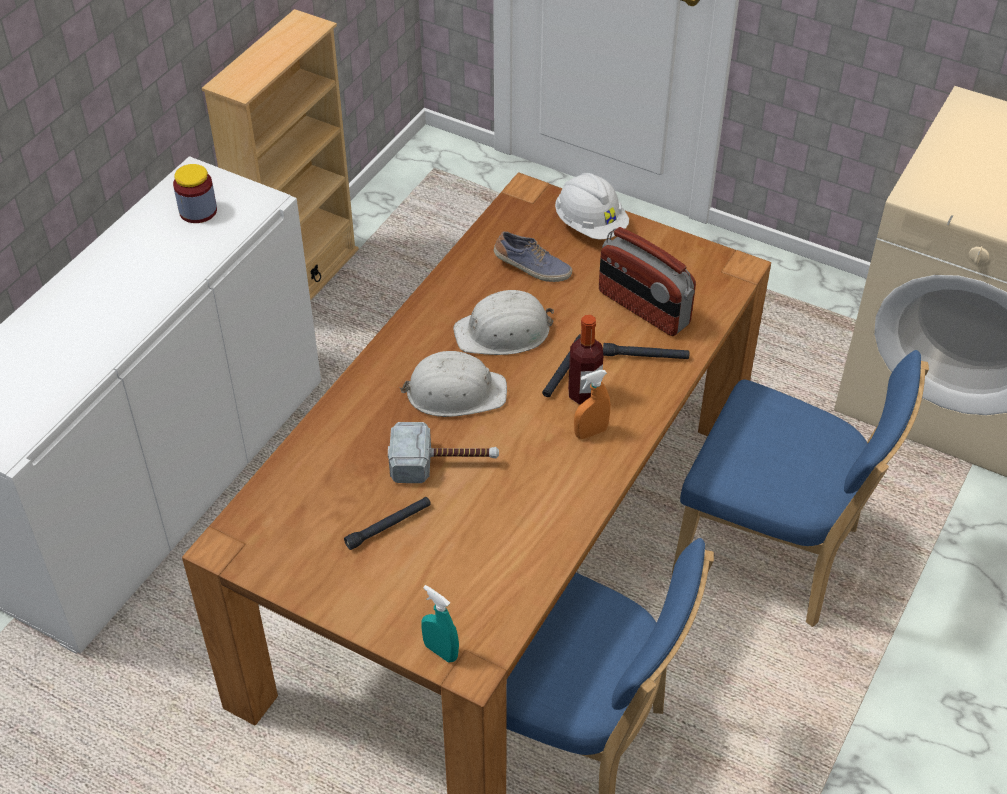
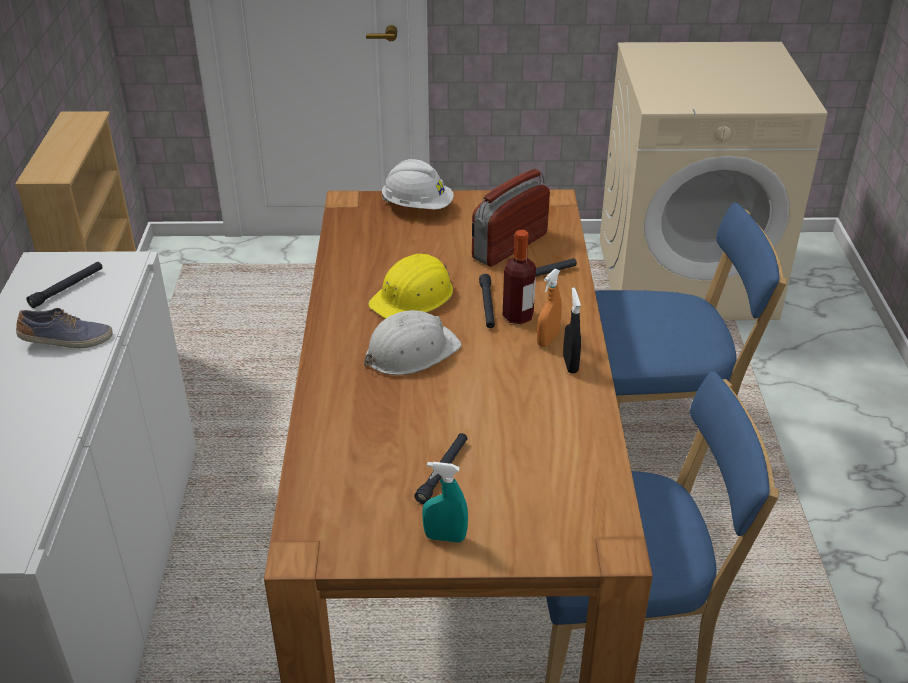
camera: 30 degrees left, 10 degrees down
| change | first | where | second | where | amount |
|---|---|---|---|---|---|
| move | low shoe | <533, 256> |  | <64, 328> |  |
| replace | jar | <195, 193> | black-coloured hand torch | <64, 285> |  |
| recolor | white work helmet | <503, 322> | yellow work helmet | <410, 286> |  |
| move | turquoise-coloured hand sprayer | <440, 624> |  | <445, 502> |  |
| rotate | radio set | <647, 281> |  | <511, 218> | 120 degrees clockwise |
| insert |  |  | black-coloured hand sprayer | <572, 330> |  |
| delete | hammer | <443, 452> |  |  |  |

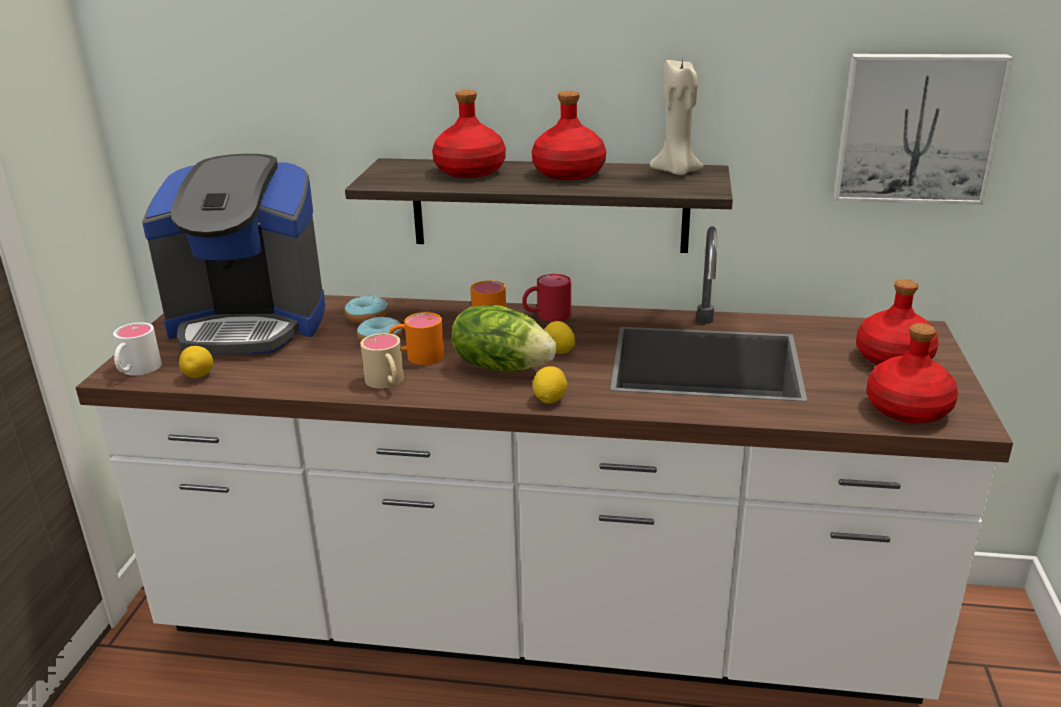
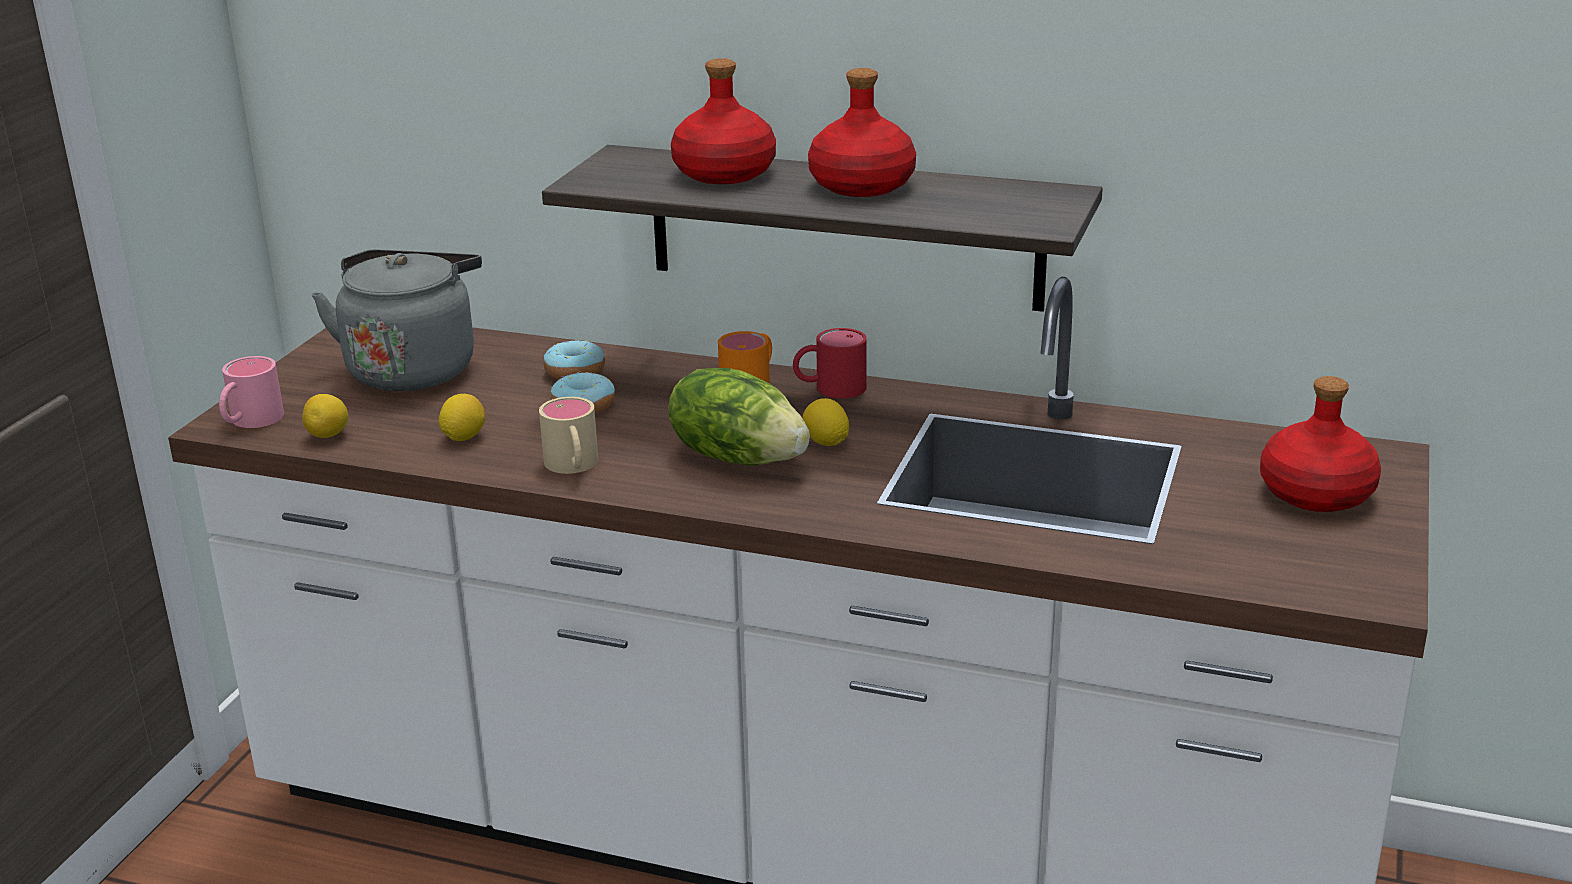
camera: 10 degrees right, 0 degrees up
| change | first | where | second | where | amount |
|---|---|---|---|---|---|
| recolor | white mug | <137, 348> | pinkish mug | <251, 392> |  |
| replace | coffee brewer | <233, 254> | greyish water kettle | <397, 320> |  |
| move | whole lemon | <550, 384> |  | <462, 417> |  |
| delete | orange mug | <416, 338> |  |  |  |
| delete | beige-coloured wax candle | <676, 116> |  |  |  |
| delete | wall picture | <923, 129> |  |  |  |
| delete | red-coloured bottle | <912, 373> |  |  |  |

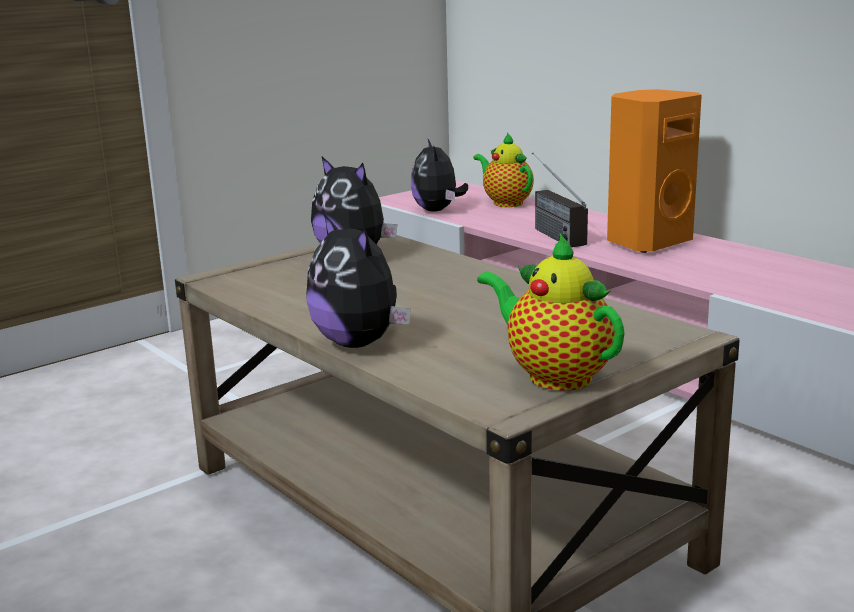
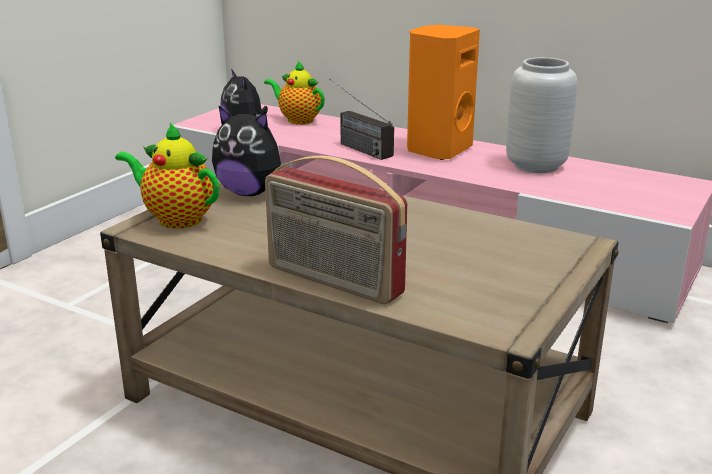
camera: 20 degrees left, 5 degrees up
| change | first | where | second | where | amount |
|---|---|---|---|---|---|
| move | pot for tea | <551, 312> |  | <167, 175> |  |
| replace | plush toy | <358, 281> | radio set | <336, 230> |  |
| insert |  |  | greyish flower vase | <541, 115> |  |

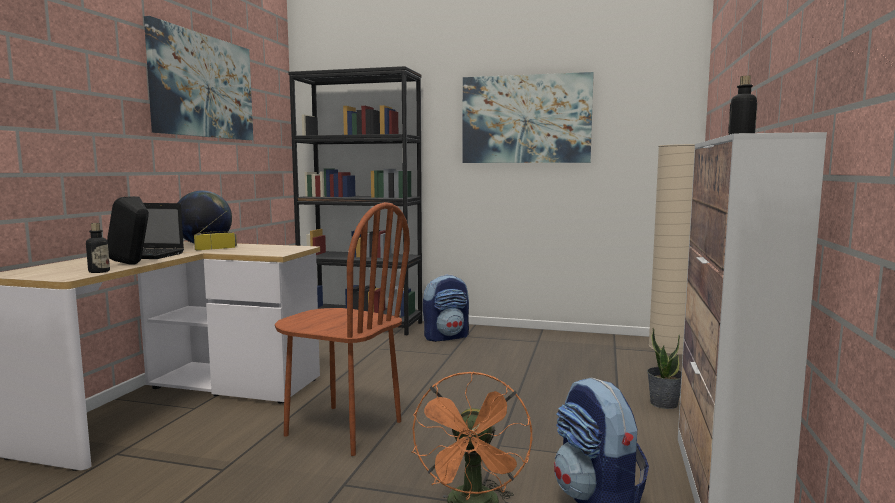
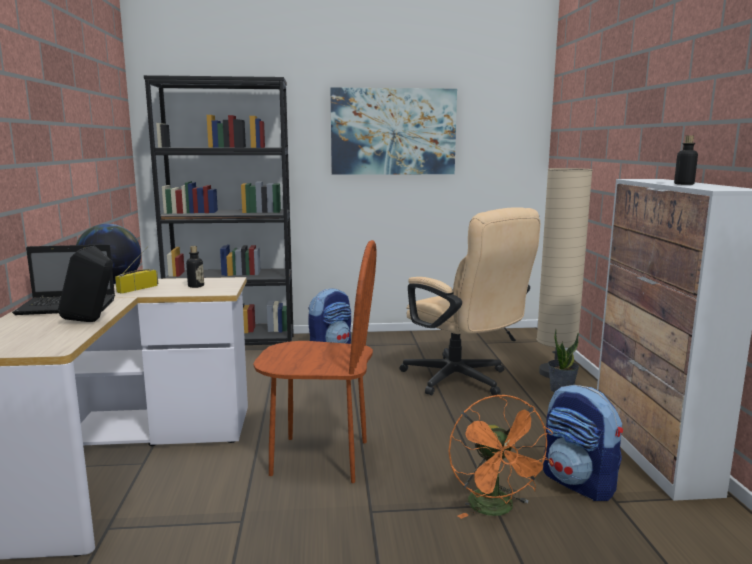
camera: 20 degrees left, 5 degrees up
| change | first | where | second | where | amount |
|---|---|---|---|---|---|
| move | bottle | <98, 248> |  | <195, 267> |  |
| insert |  |  | beige-coloured desk chair | <470, 301> |  |
| delete | wall picture | <198, 78> |  |  |  |

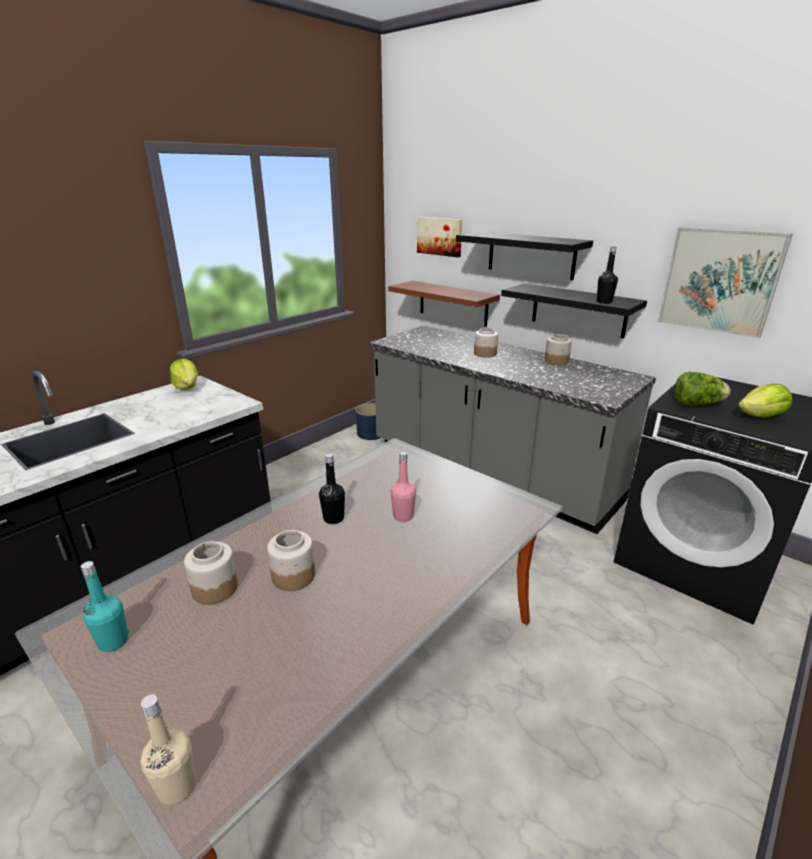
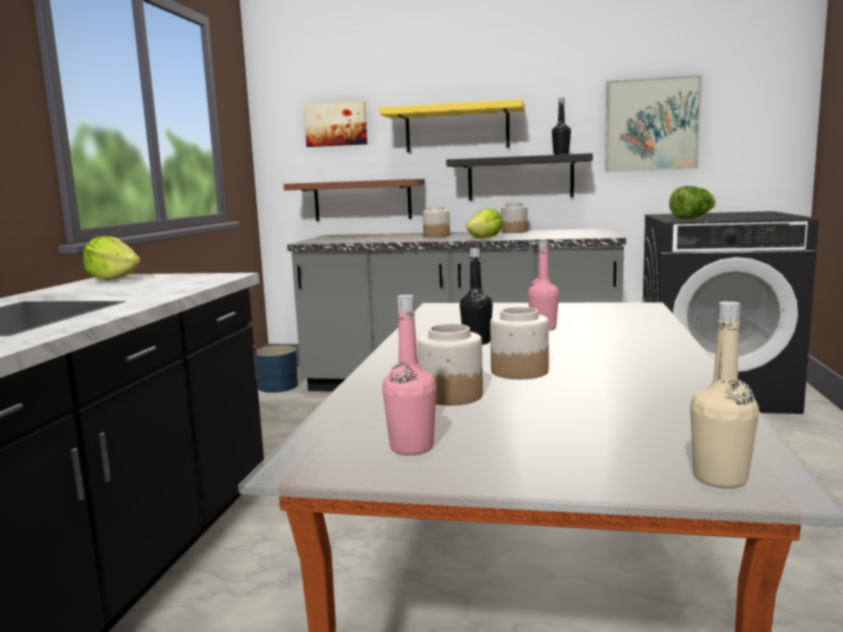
camera: 30 degrees left, 15 degrees down
| change | first | where | second | where | amount |
|---|---|---|---|---|---|
| recolor | black-coloured bracket shelf | <524, 256> | yellow bracket shelf | <452, 125> |  |
| recolor | turquoise-coloured bottle | <105, 606> | pinkish bottle | <409, 375> |  |
| move | lettuce | <765, 401> |  | <484, 223> |  |

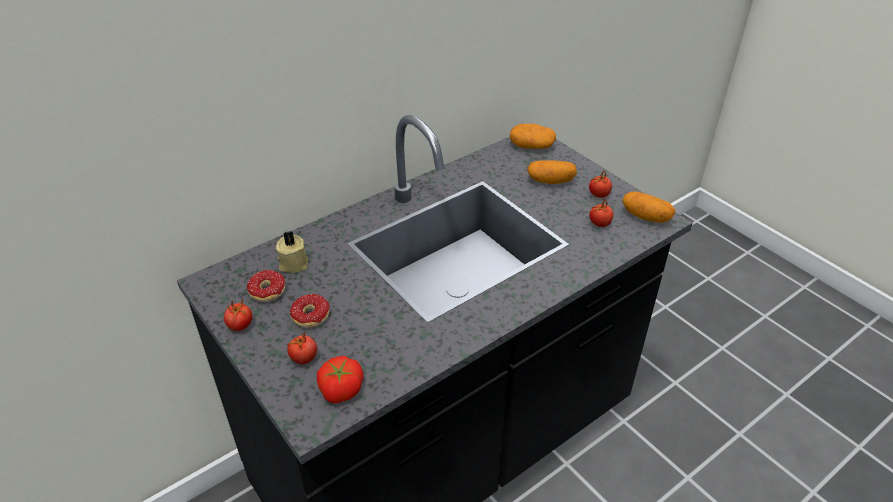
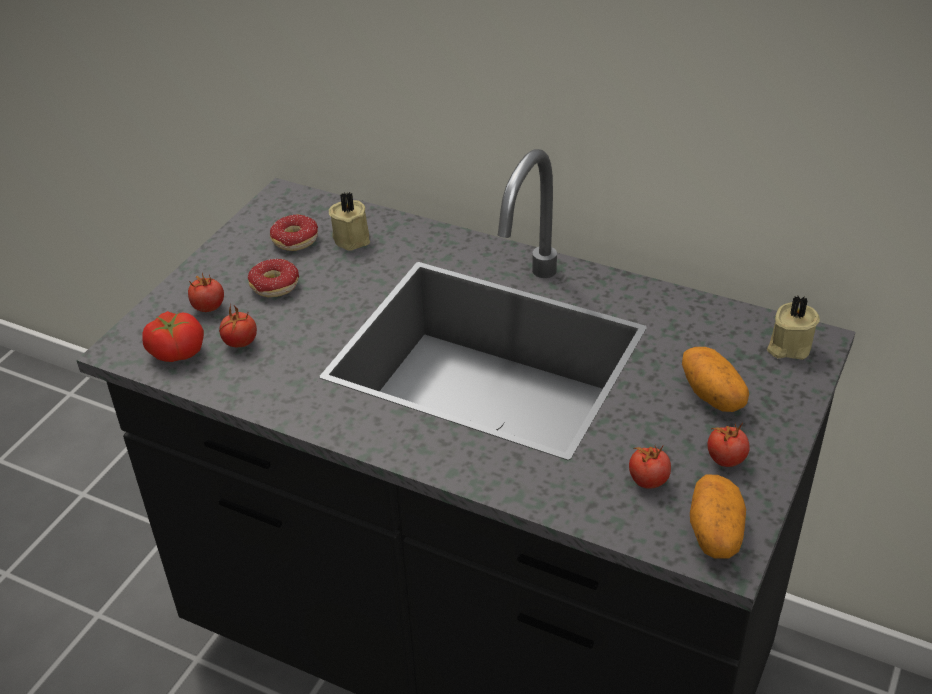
camera: 65 degrees right, 0 degrees up
| change | first | where | second | where | amount |
|---|---|---|---|---|---|
| move | whole tomato | <238, 314> |  | <238, 325> |  |
| replace | whole potato | <533, 136> | beige-coloured wax candle | <793, 328> |  |

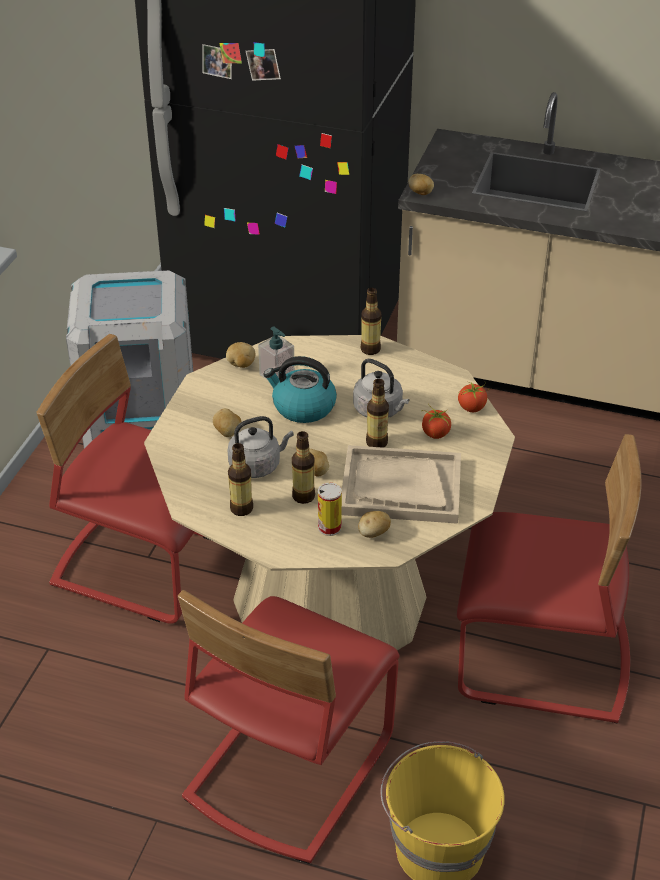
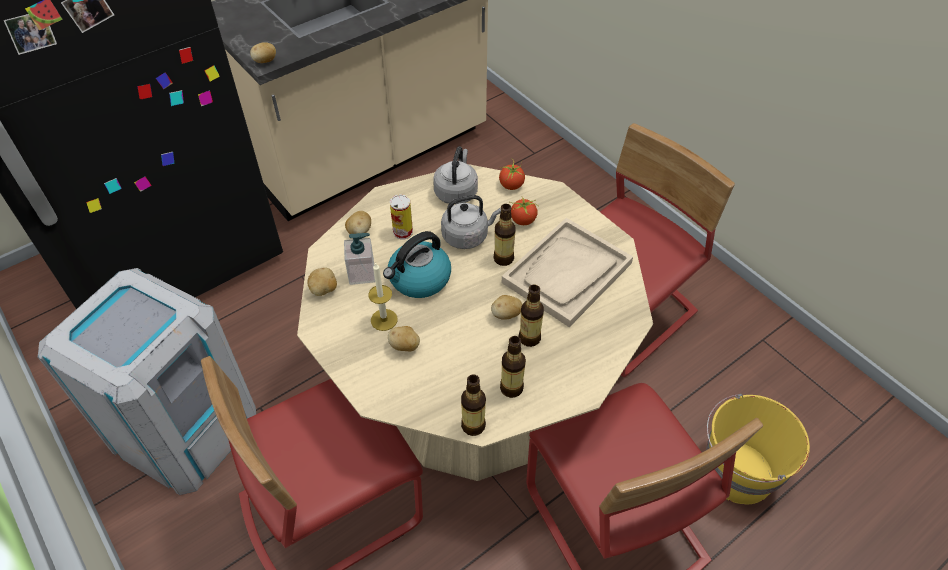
camera: 55 degrees left, 10 degrees up
| change | first | where | second | where | amount |
|---|---|---|---|---|---|
| move | whole potato | <374, 524> |  | <358, 222> |  |
| insert |  |  | wax candle | <383, 296> |  |
| move | can | <330, 509> |  | <401, 217> |  |
| move | greyish water kettle | <260, 447> |  | <455, 175> |  |
| move | bottle | <370, 321> |  | <473, 405> |  |

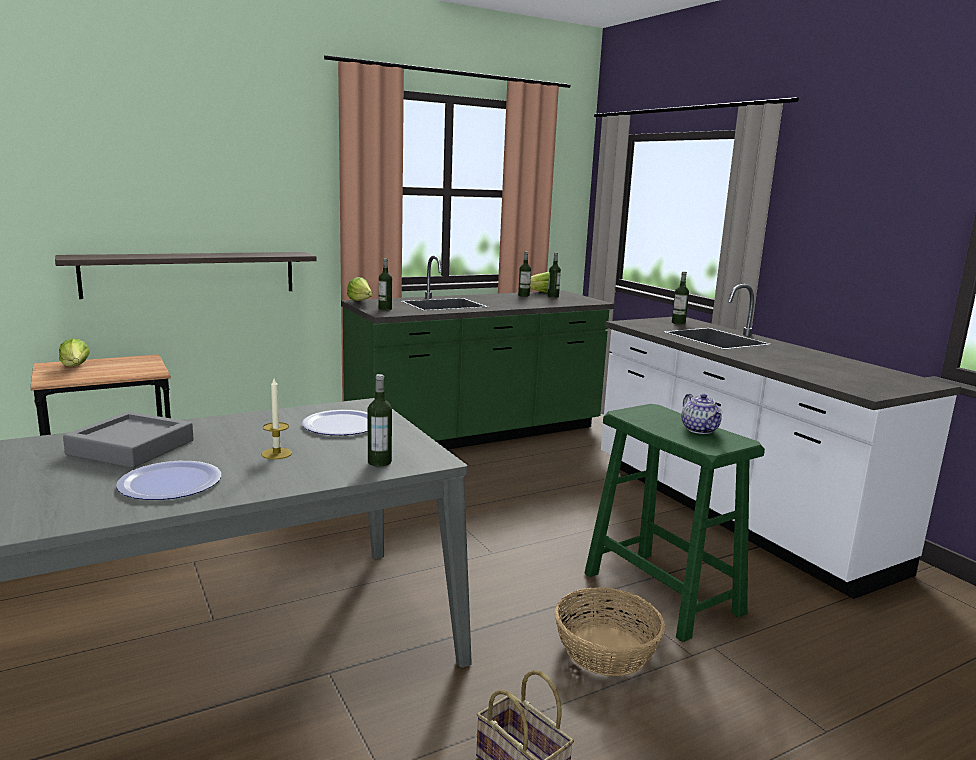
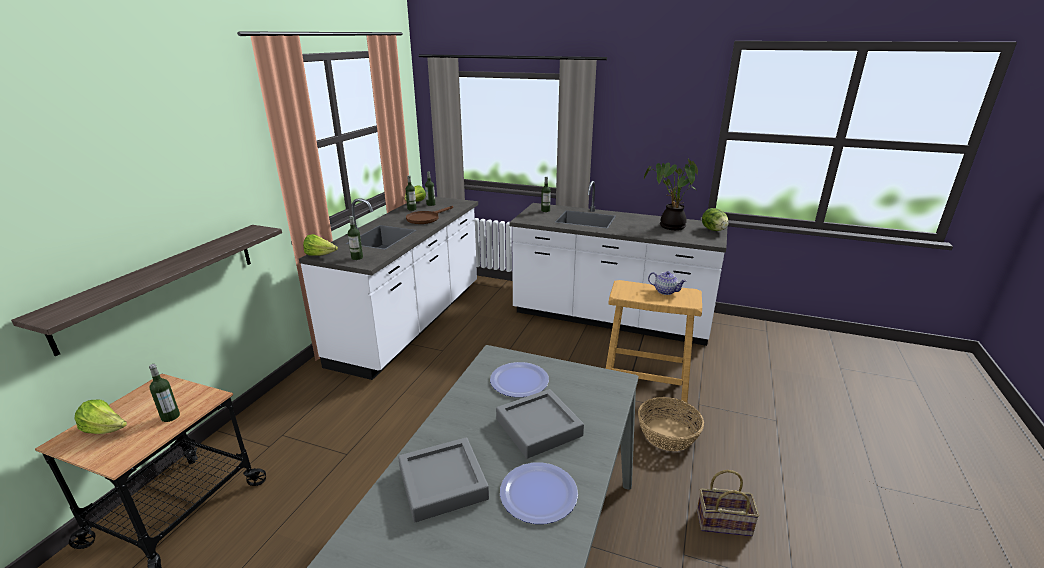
camera: 40 degrees left, 10 degrees up
| change | first | where | second | where | amount |
|---|---|---|---|---|---|
| move | bottle | <380, 420> |  | <164, 393> |  |
| recolor | green-coloured kitchen base unit | <478, 352> | white kitchen base unit | <388, 288> |  |
| insert |  |  | brown-coloured frying pan | <429, 215> |  |
| replace | wax candle | <277, 418> | greyish serving tray | <540, 424> |  |
| recolor | green-coloured stool | <674, 523> | beige-coloured stool | <654, 343> |  |
| insert |  |  | potted plant | <670, 194> |  |
| insert |  |  | lettuce | <715, 219> |  |

